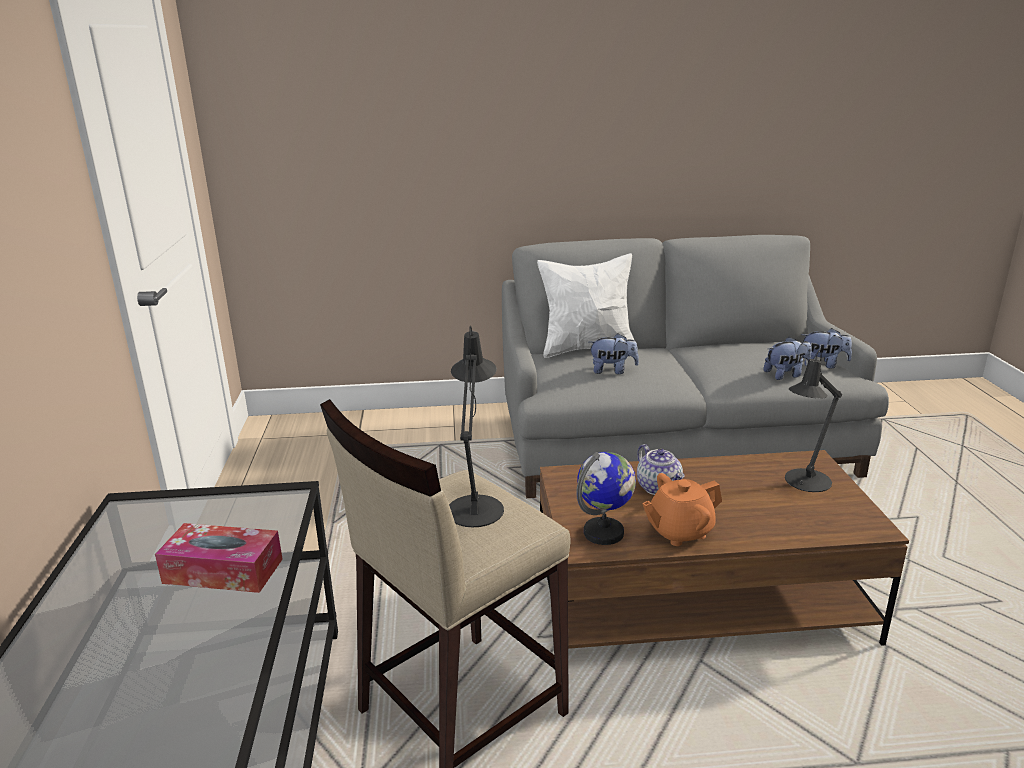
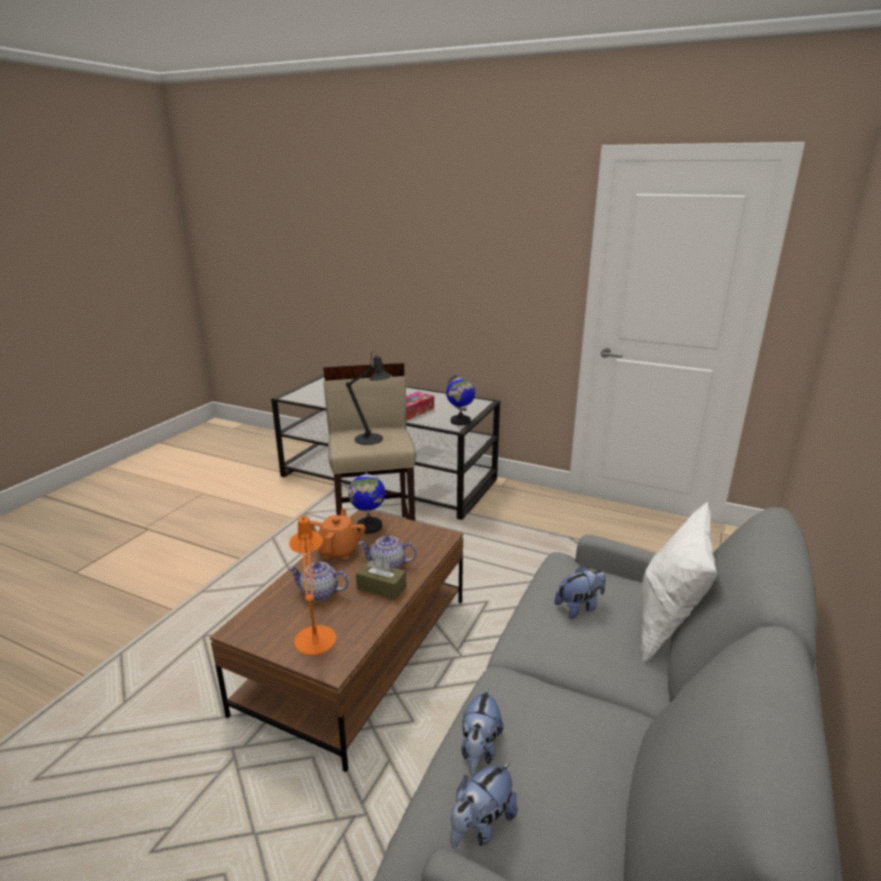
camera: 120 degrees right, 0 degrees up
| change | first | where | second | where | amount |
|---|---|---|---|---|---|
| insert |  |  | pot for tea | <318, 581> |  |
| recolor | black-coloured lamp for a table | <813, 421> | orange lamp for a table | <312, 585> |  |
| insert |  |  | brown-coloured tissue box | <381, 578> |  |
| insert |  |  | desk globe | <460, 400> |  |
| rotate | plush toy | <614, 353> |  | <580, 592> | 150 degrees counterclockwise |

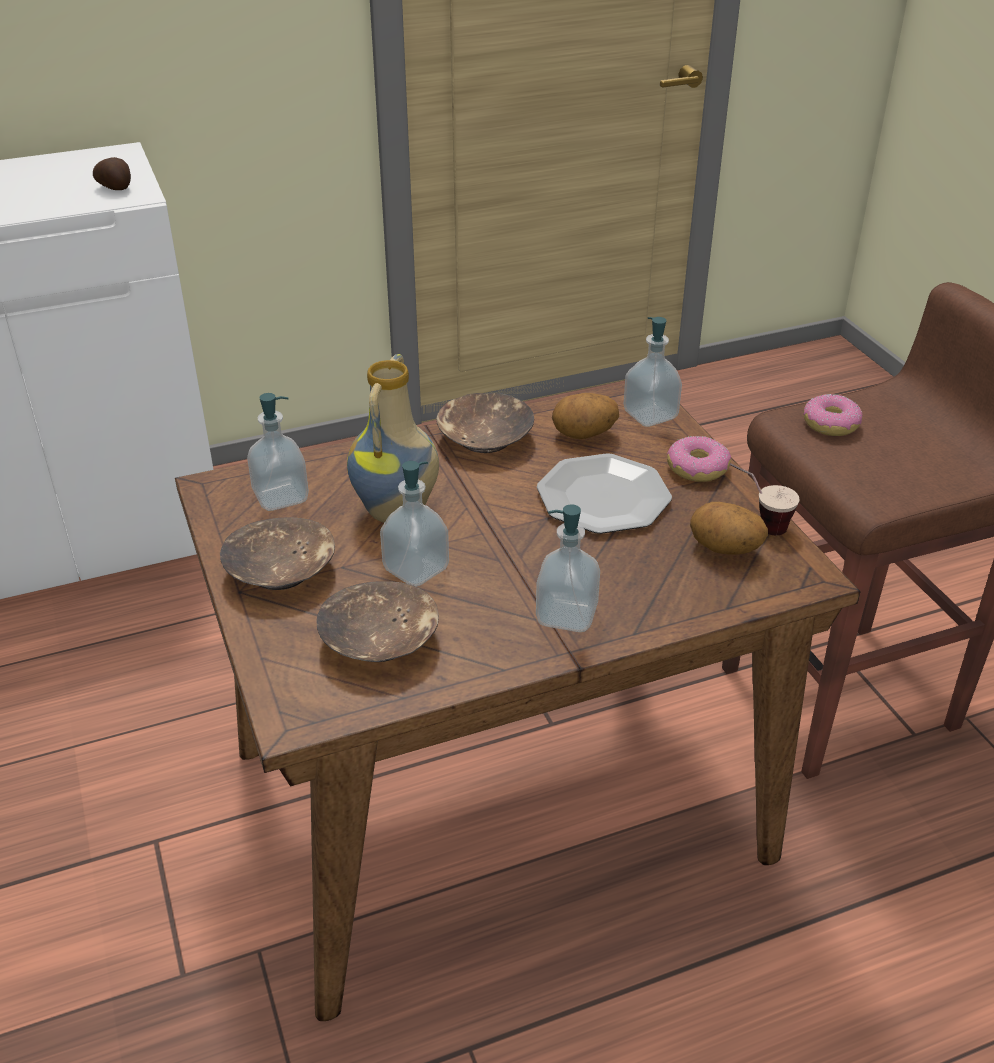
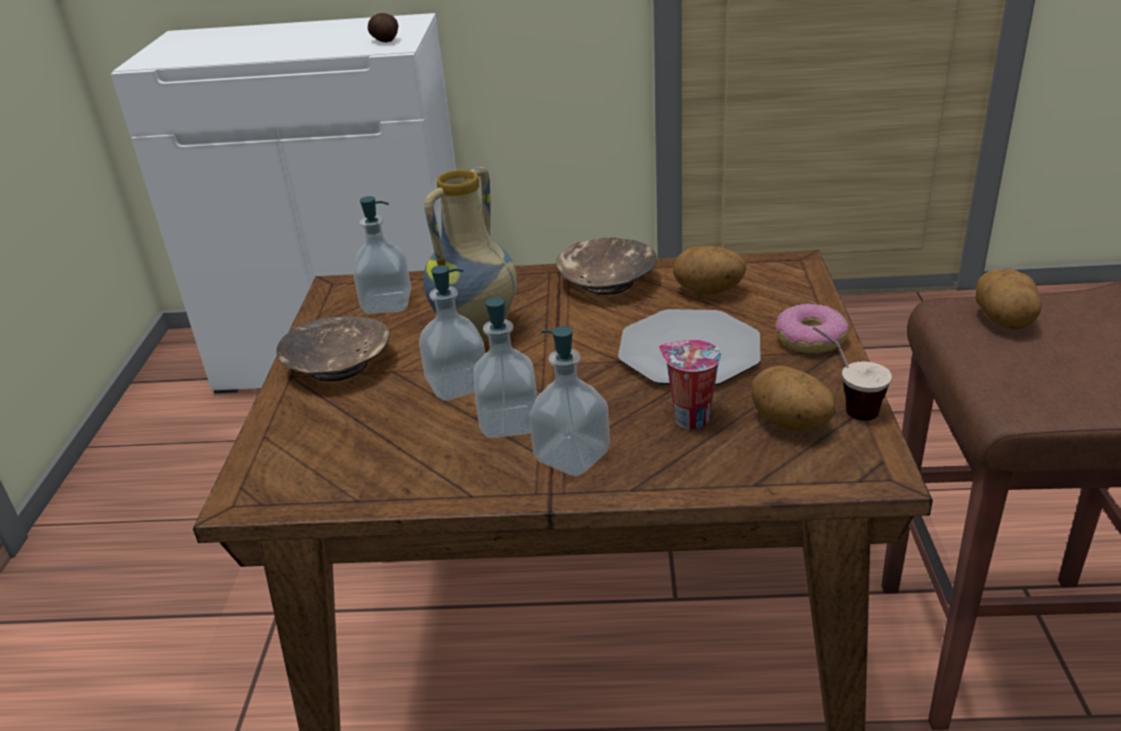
camera: 25 degrees right, 5 degrees down
| change | first | where | second | where | amount |
|---|---|---|---|---|---|
| move | soap dispenser | <653, 372> |  | <505, 367> |  |
| insert |  |  | cup | <690, 384> |  |
| replace | doughnut | <833, 415> | whole potato | <1009, 299> |  |
| delete | brown-coloured deep dish | <377, 621> |  |  |  |

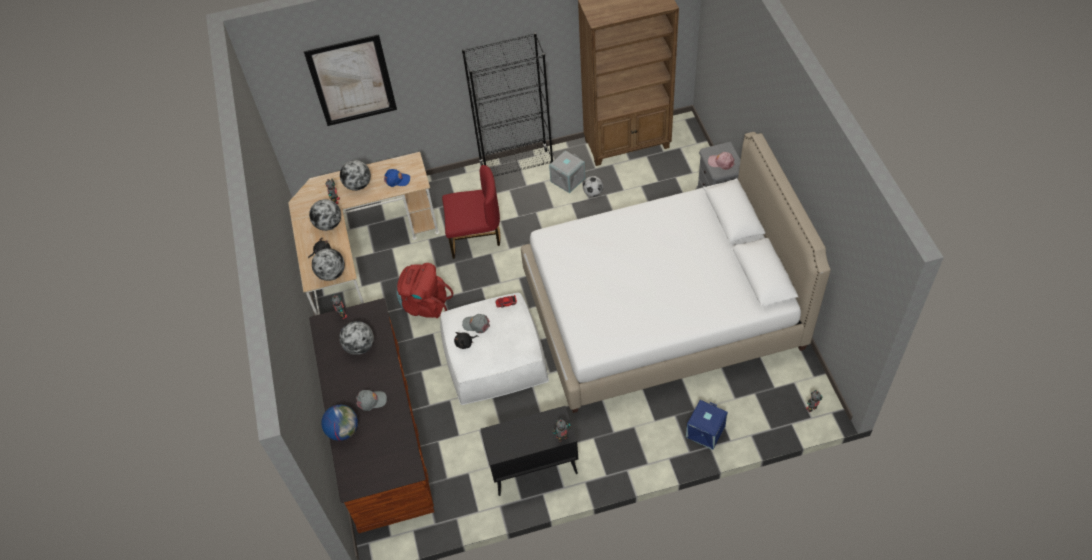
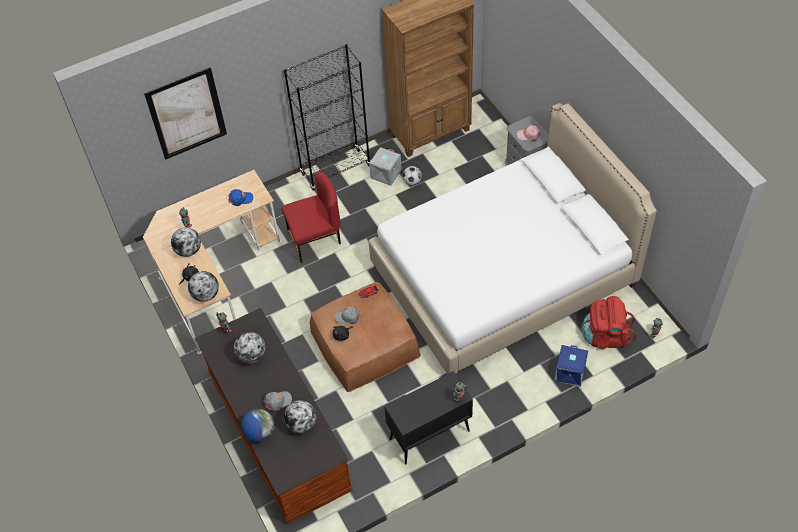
camera: 15 degrees left, 0 degrees up
| change | first | where | second | where | amount |
|---|---|---|---|---|---|
| move | desk globe | <355, 175> |  | <300, 416> |  |
| recolor | white ottoman | <494, 349> | brown-coloured ottoman | <365, 337> |  |
| move | red-coloured backpack | <424, 290> |  | <608, 322> |  |

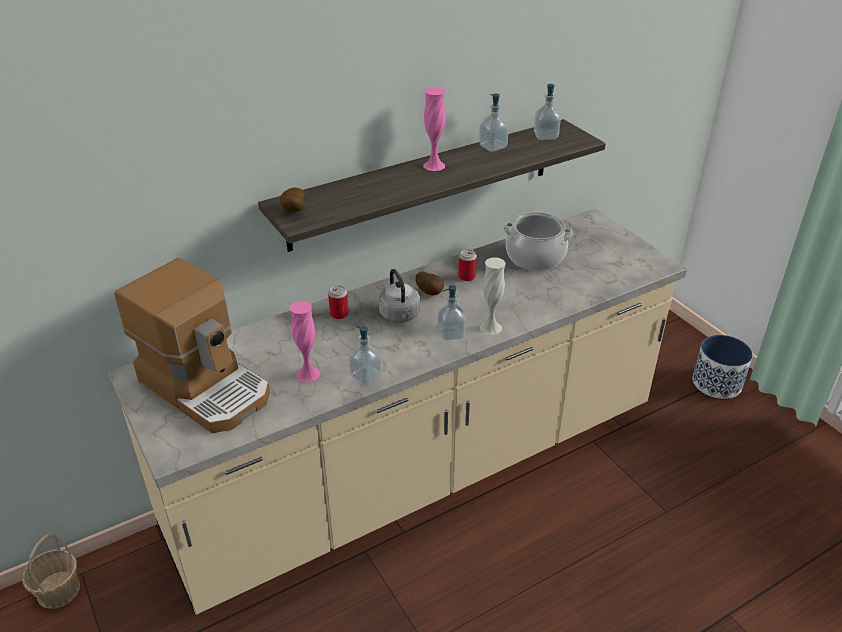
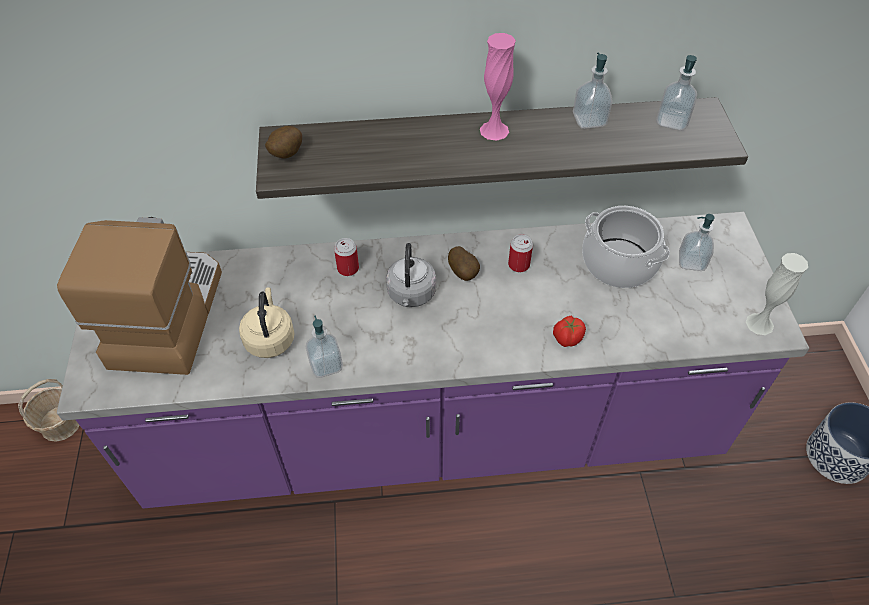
camera: 25 degrees right, 15 degrees up
| change | first | where | second | where | amount |
|---|---|---|---|---|---|
| recolor | beige-coloured kitchen base unit | <397, 412> | purple kitchen base unit | <433, 360> |  |
| rotate | coffee brewer | <192, 345> |  | <139, 296> | 150 degrees counterclockwise |
| replace | pinkish flower vase | <305, 342> | beige-coloured water kettle | <267, 322> |  |
| insert |  |  | whole tomato | <569, 331> |  |
| move | soap dispenser | <452, 313> |  | <697, 242> |  |
| move | white flower vase | <493, 296> |  | <777, 294> |  |

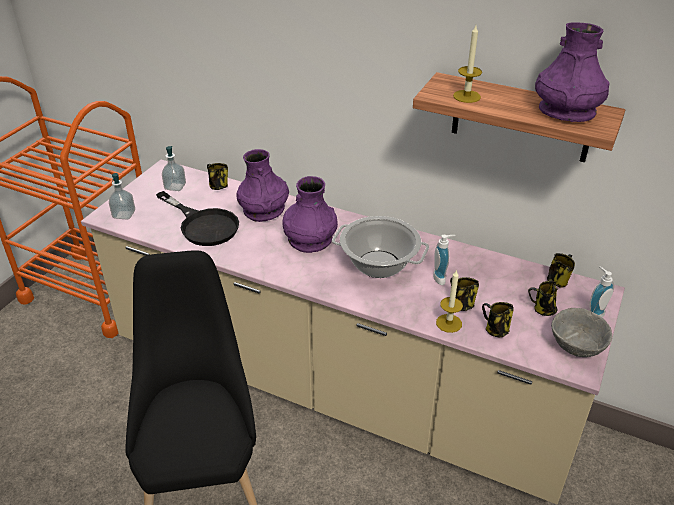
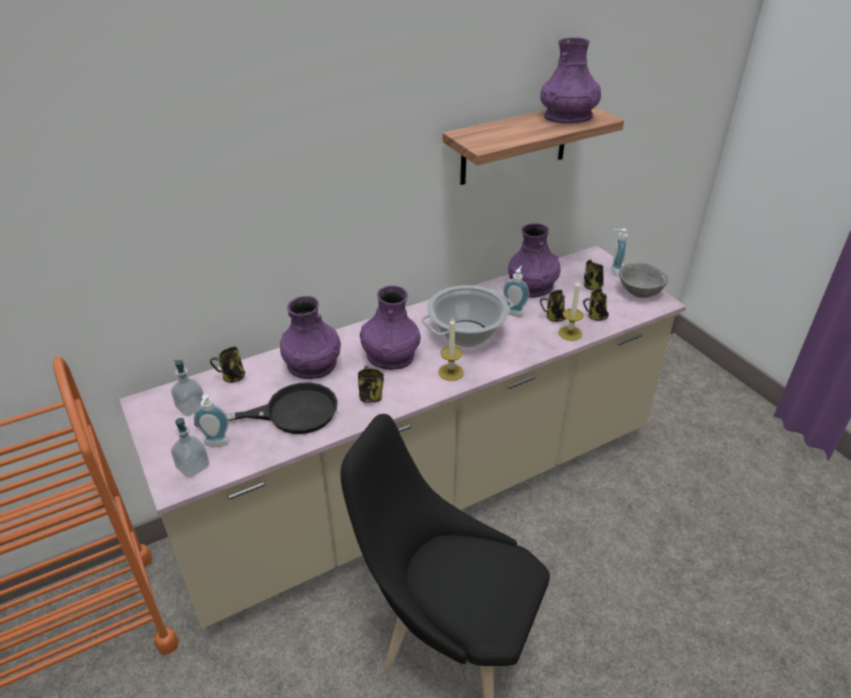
camera: 55 degrees left, 0 degrees up
| change | first | where | second | where | amount |
|---|---|---|---|---|---|
| insert |  |  | soap dispenser | <212, 420> |  |
| move | mug | <561, 270> |  | <371, 384> |  |
| move | wax candle | <467, 64> |  | <451, 349> |  |
| insert |  |  | purple flower vase | <534, 260> |  |

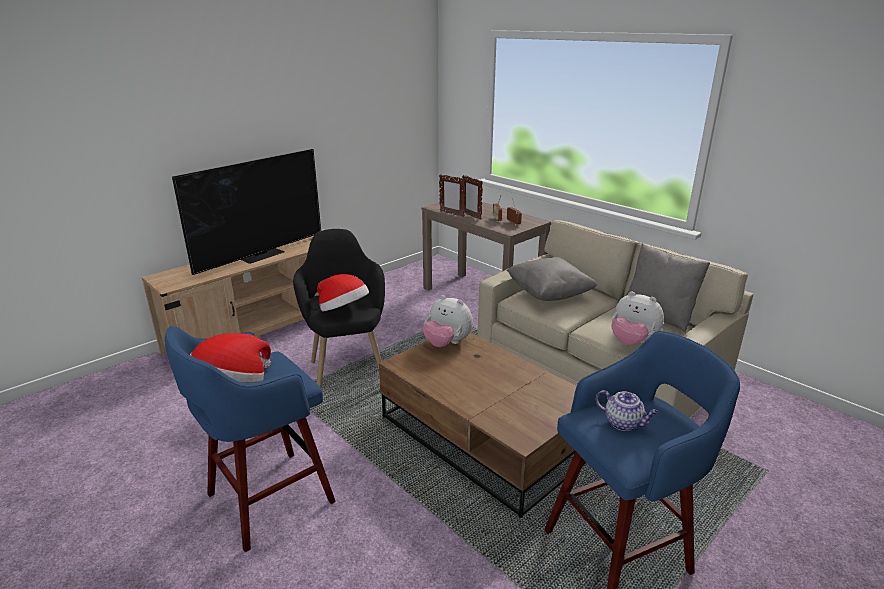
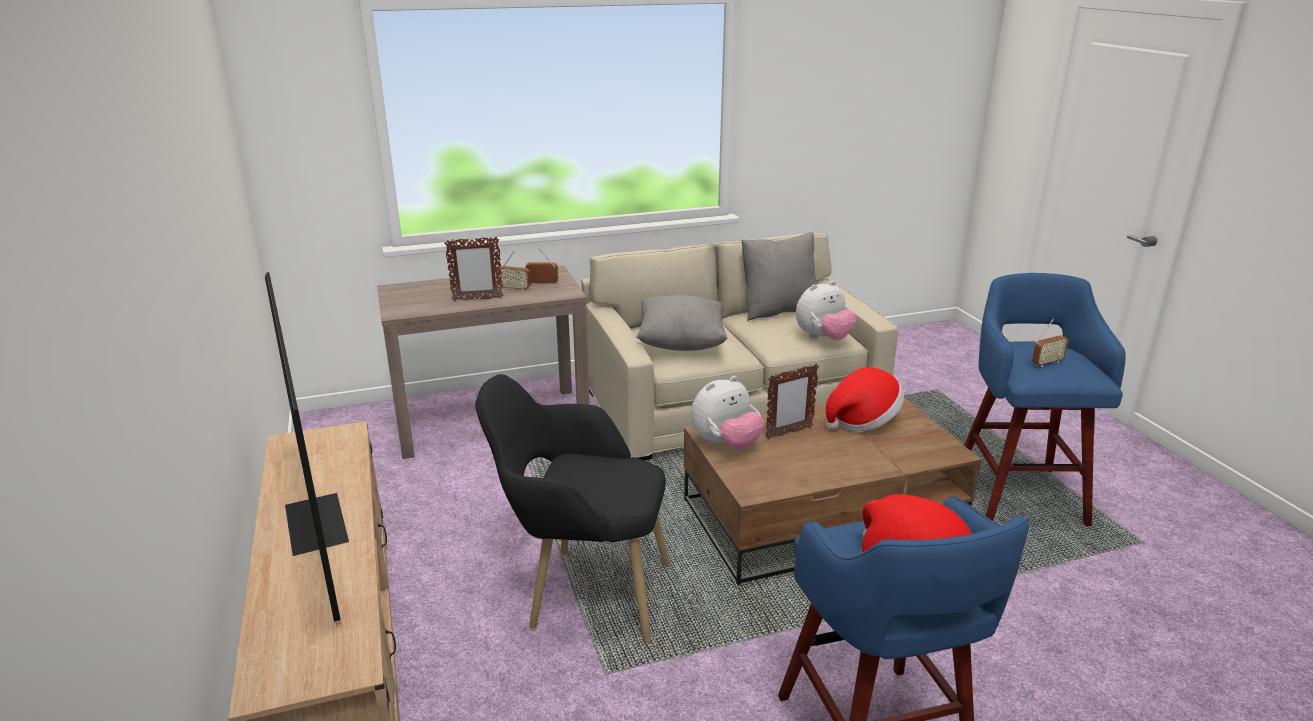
camera: 65 degrees left, 0 degrees up
| change | first | where | second | where | amount |
|---|---|---|---|---|---|
| move | photo frame | <452, 195> |  | <792, 401> |  |
| move | hat | <343, 293> |  | <865, 399> |  |
| replace | pot for tea | <627, 410> | radio set | <1050, 343> |  |

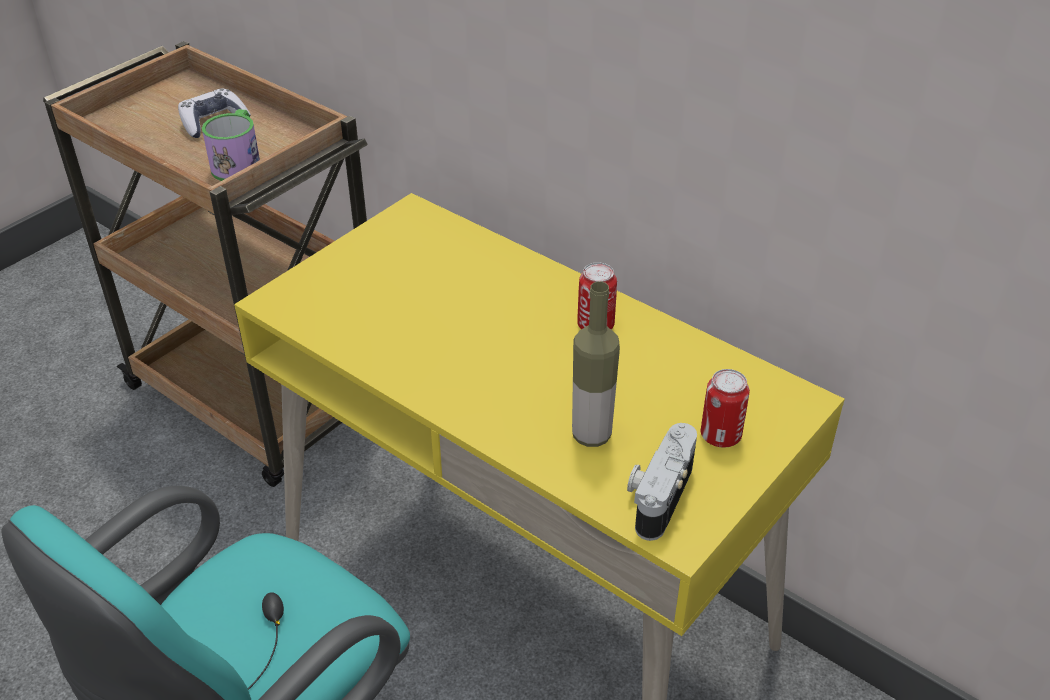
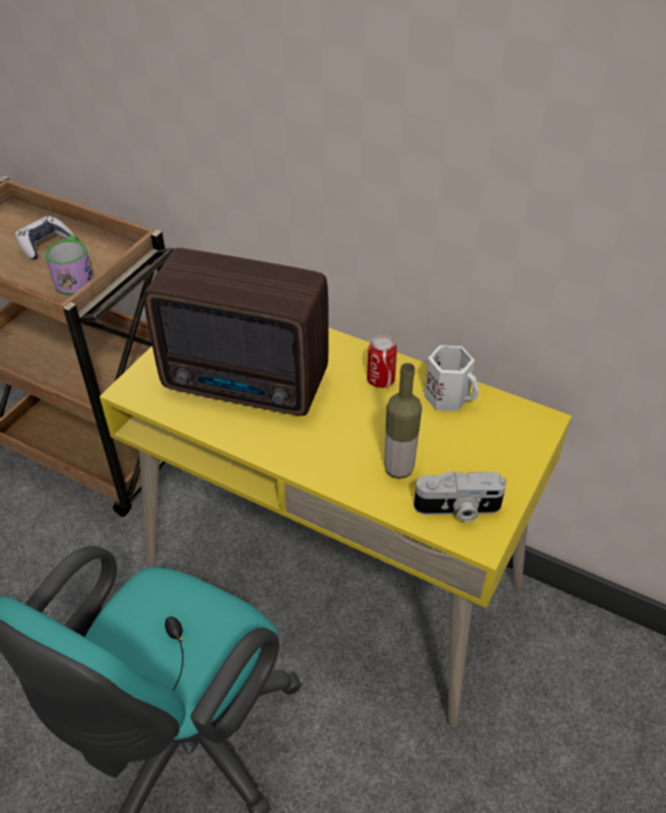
camera: 10 degrees left, 5 degrees up
| change | first | where | second | where | amount |
|---|---|---|---|---|---|
| insert |  |  | radio set | <236, 332> |  |
| rotate | still camera | <662, 482> |  | <460, 496> | 105 degrees counterclockwise |
| insert |  |  | white mug | <451, 378> |  |
| delete | can | <725, 408> |  |  |  |

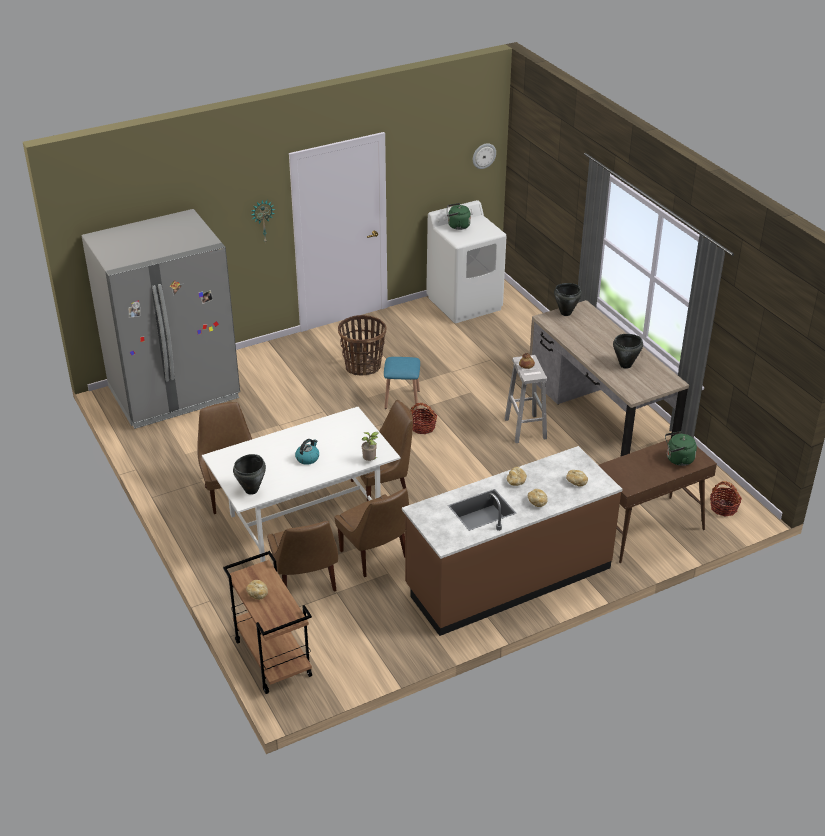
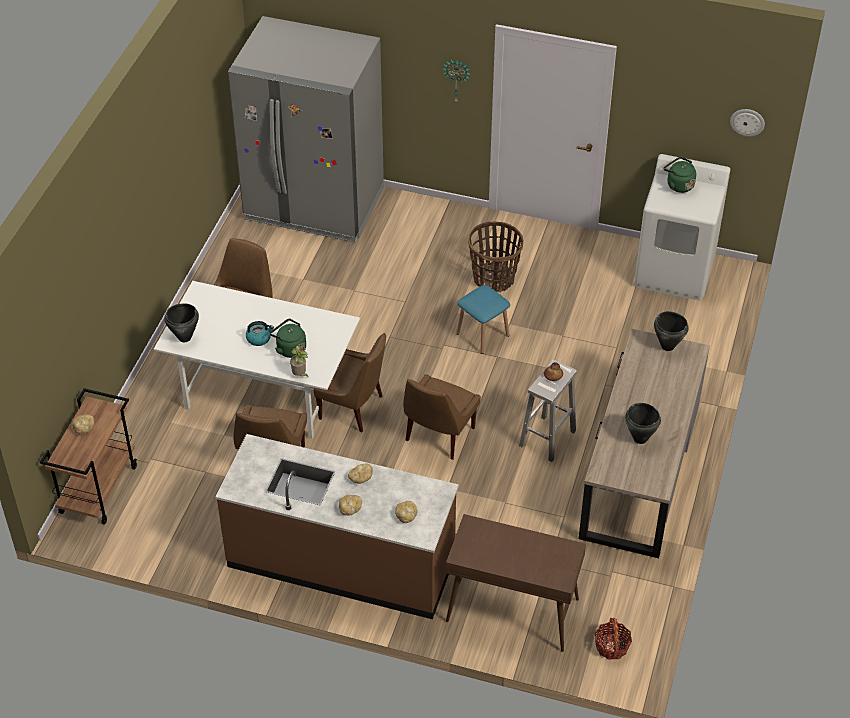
camera: 45 degrees right, 10 degrees up
| change | first | where | second | where | amount |
|---|---|---|---|---|---|
| move | green-coloured water kettle | <681, 448> |  | <288, 338> |  |
| move | brown-coloured upright chair | <302, 556> |  | <442, 417> |  |
| delete | basket | <423, 418> |  |  |  |

